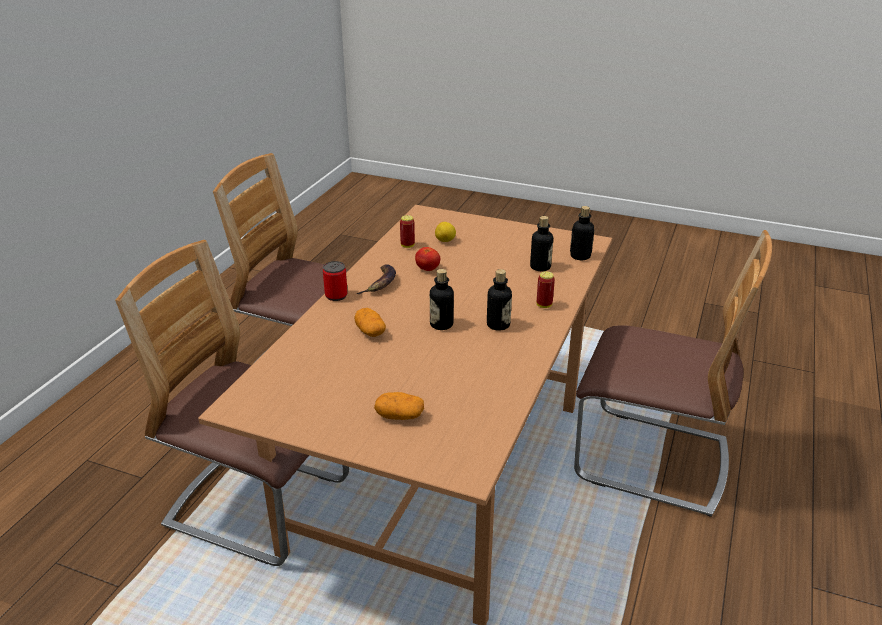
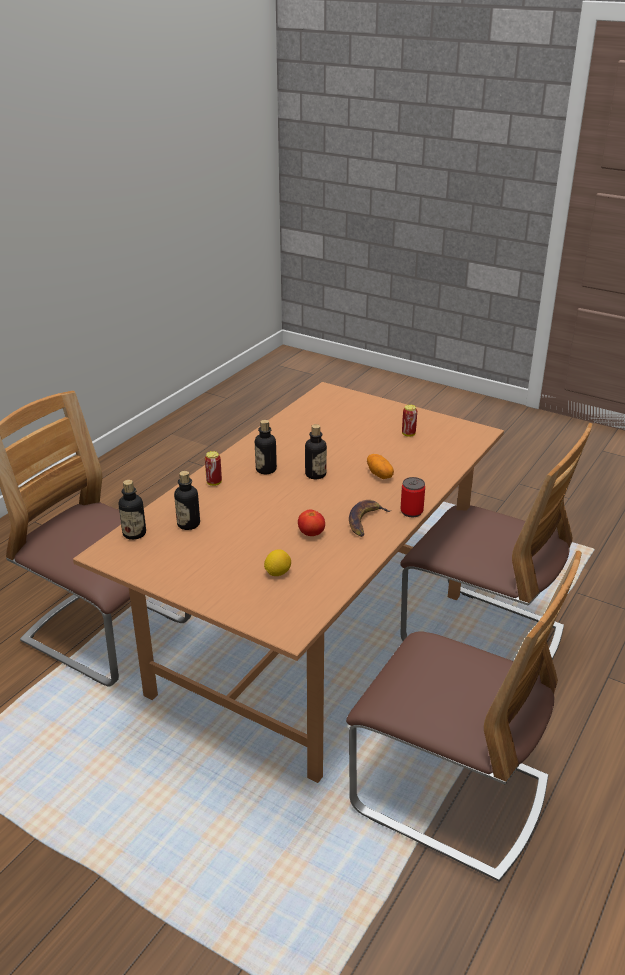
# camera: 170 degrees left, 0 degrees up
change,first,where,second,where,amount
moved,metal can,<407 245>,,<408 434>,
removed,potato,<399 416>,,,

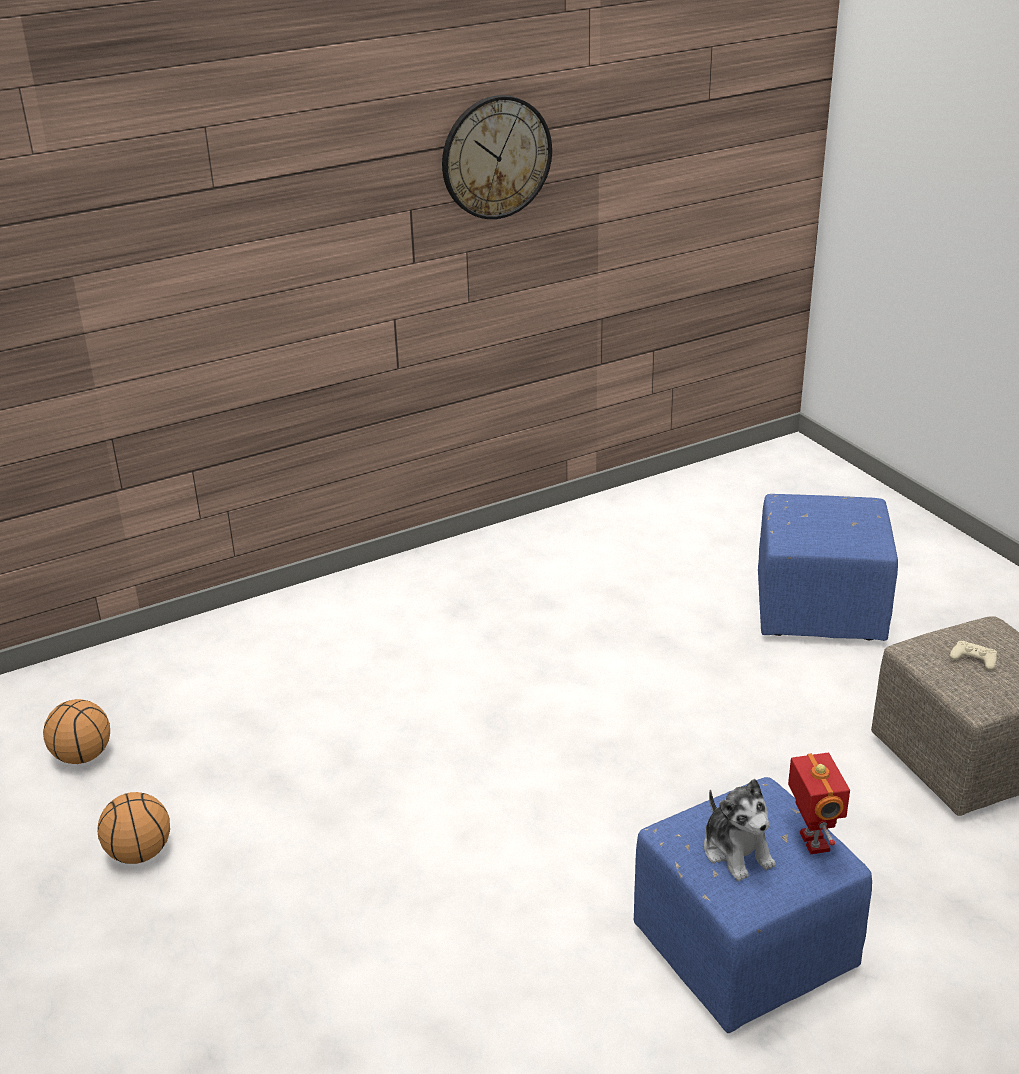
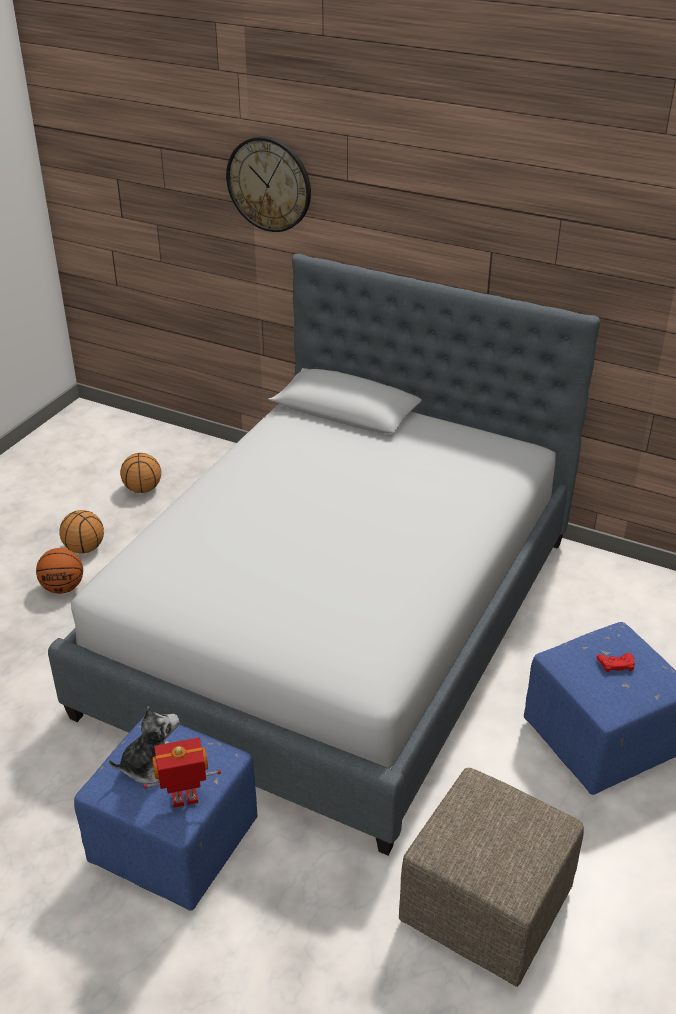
# camera: 55 degrees right, 5 degrees up
change,first,where,second,where,amount
added,,,basketball ball,<63 587>,
added,,,bed,<338 622>,
turned,plush toy,<737 851>,,<150 765>,150 degrees counterclockwise
turned,model robot,<812 842>,,<185 800>,150 degrees counterclockwise
moved,hanging clock,<496 157>,,<269 184>,
added,,,joypad (red-coloured),<616 664>,
removed,joypad (beige-coloured),<974 659>,,,

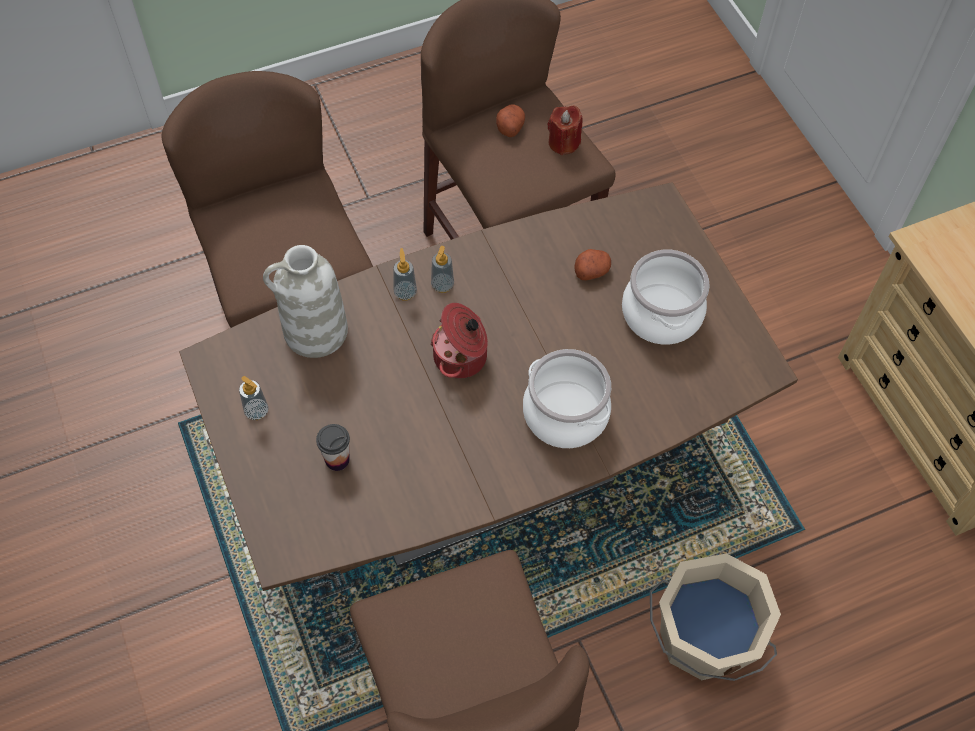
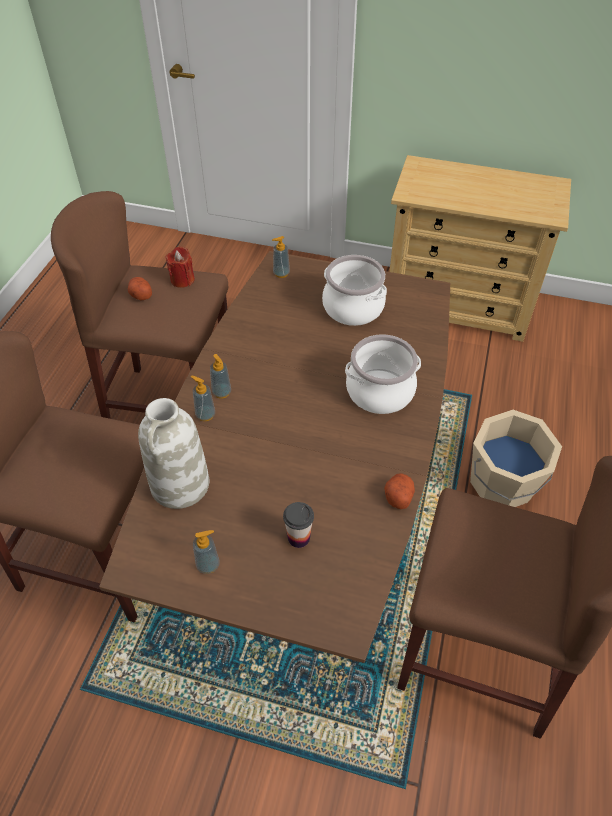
# camera: 50 degrees left, 10 degrees down
change,first,where,second,where,amount
added,,,soap dispenser,<281 273>,
moved,potato,<591 270>,,<398 496>,
removed,saucepot,<462 357>,,,

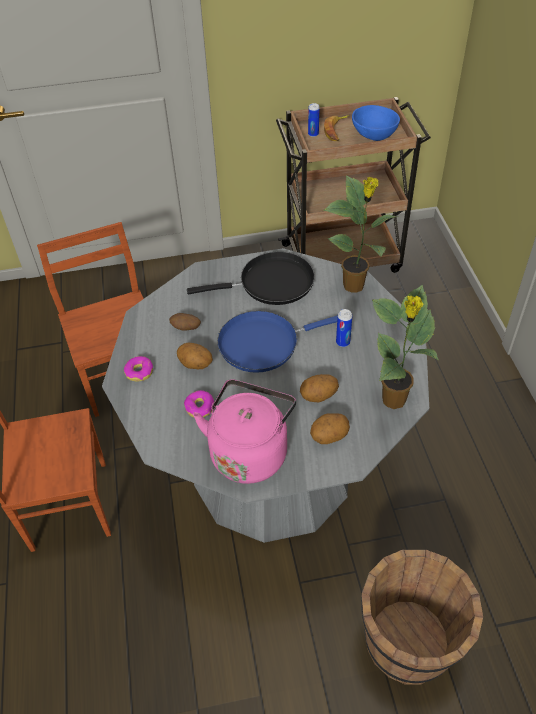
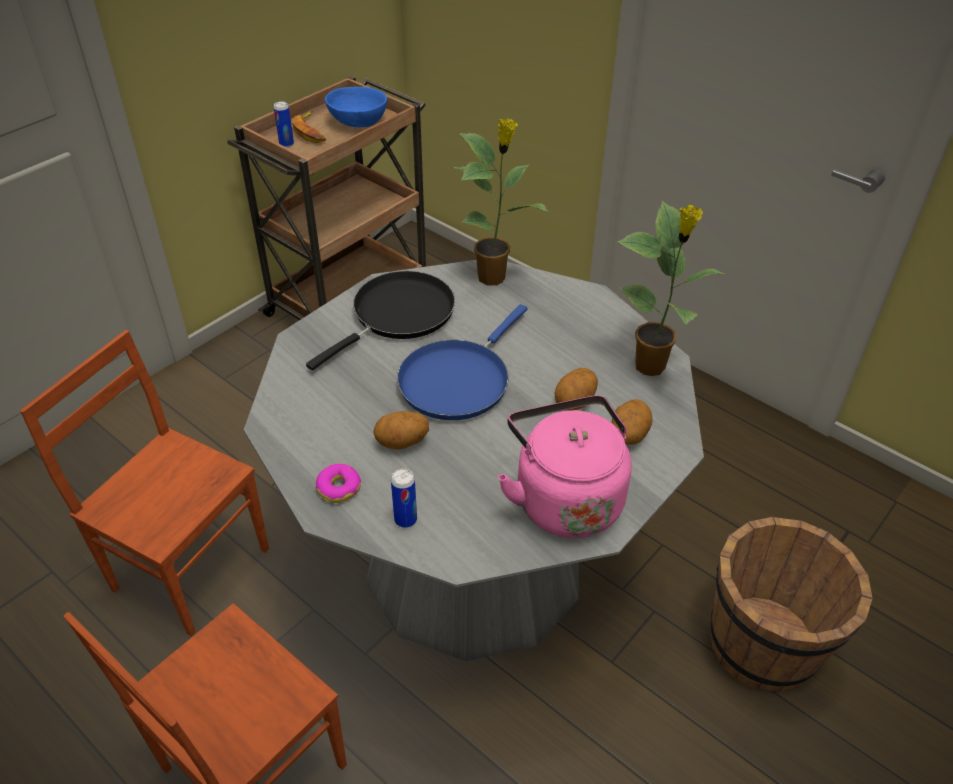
# camera: 40 degrees left, 5 degrees down
change,first,where,second,where,amount
moved,metal can,<343 342>,,<405 520>,
removed,potato,<186 328>,,,
removed,doughnut,<200 407>,,,

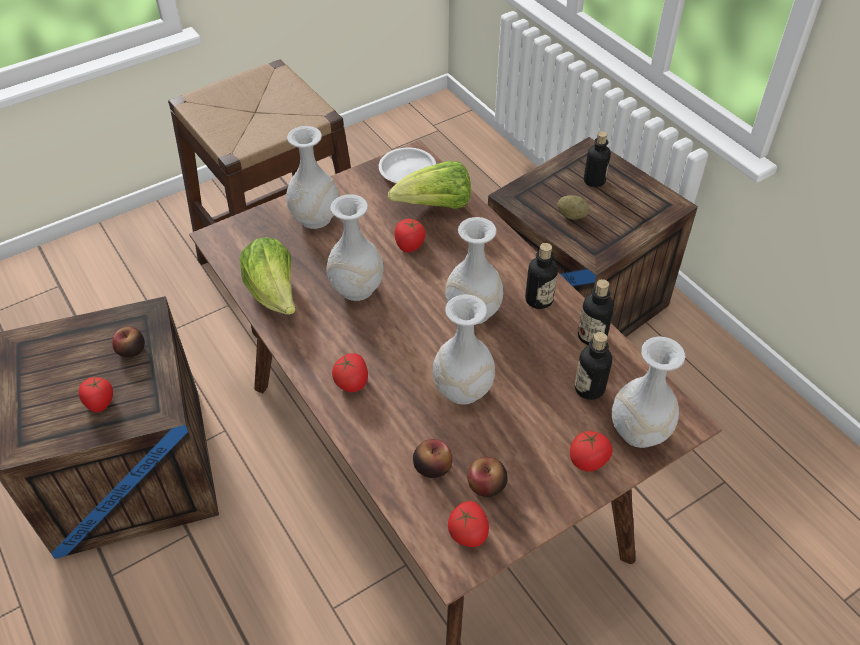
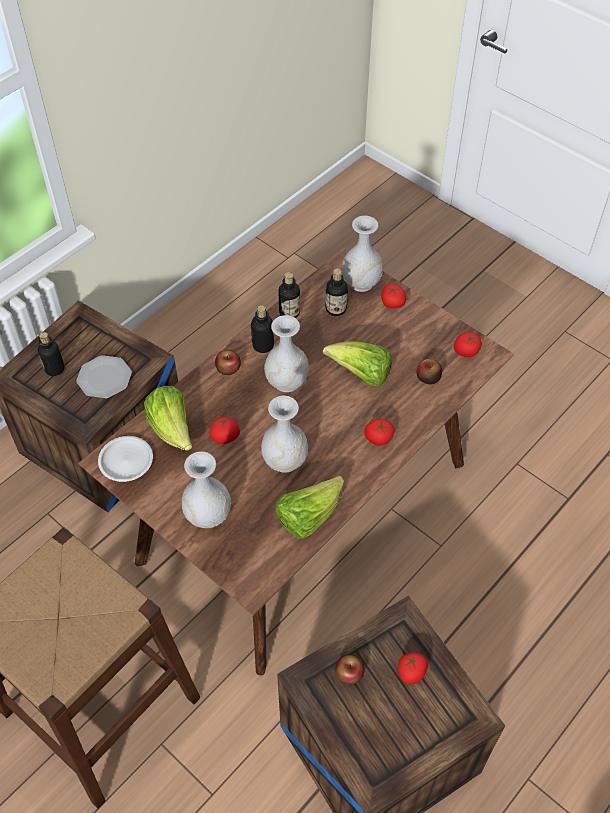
# camera: 105 degrees left, 5 degrees up
change,first,where,second,where,amount
replaced,potato,<571 216>,dinner plate,<105 379>,
moved,apple,<486 485>,,<228 368>,
replaced,vase (whitish),<462 389>,lettuce head,<361 374>,

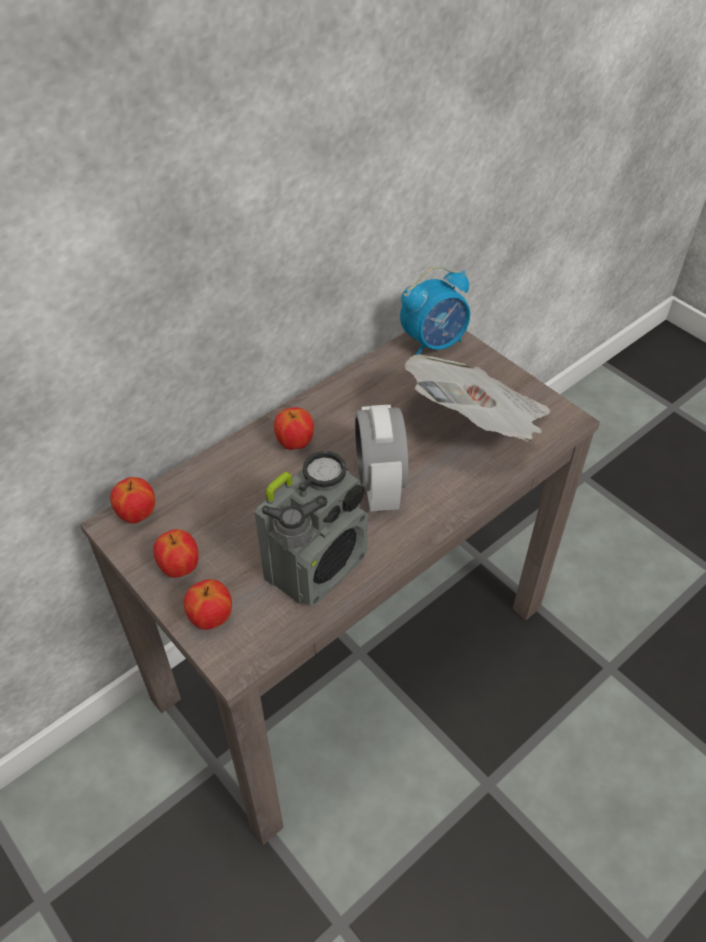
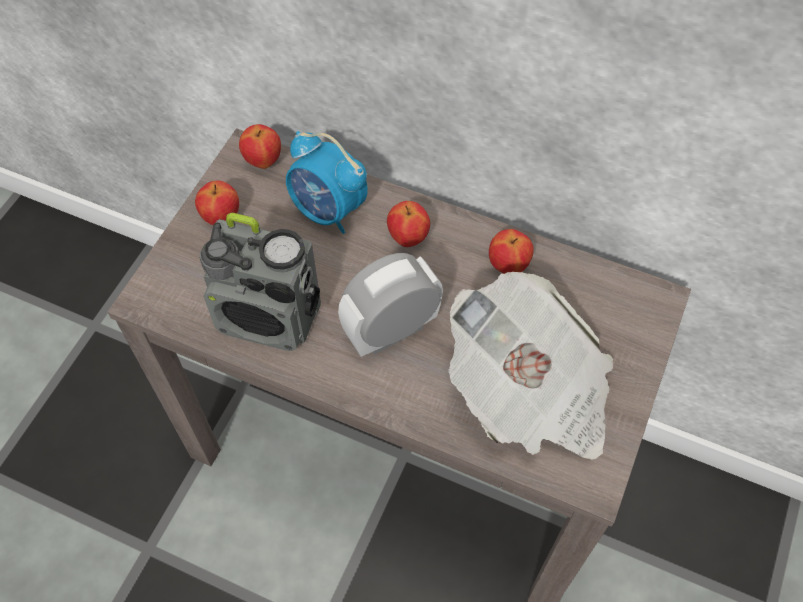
# camera: 65 degrees right, 10 degrees up
change,first,where,second,where,amount
moved,alarm clock,<434 343>,,<328 210>,
moved,apple,<211 618>,,<508 266>,

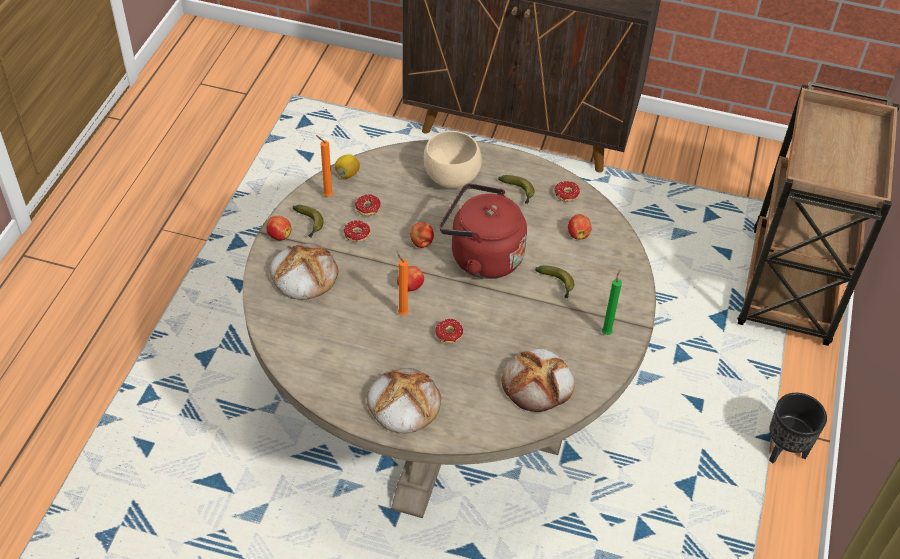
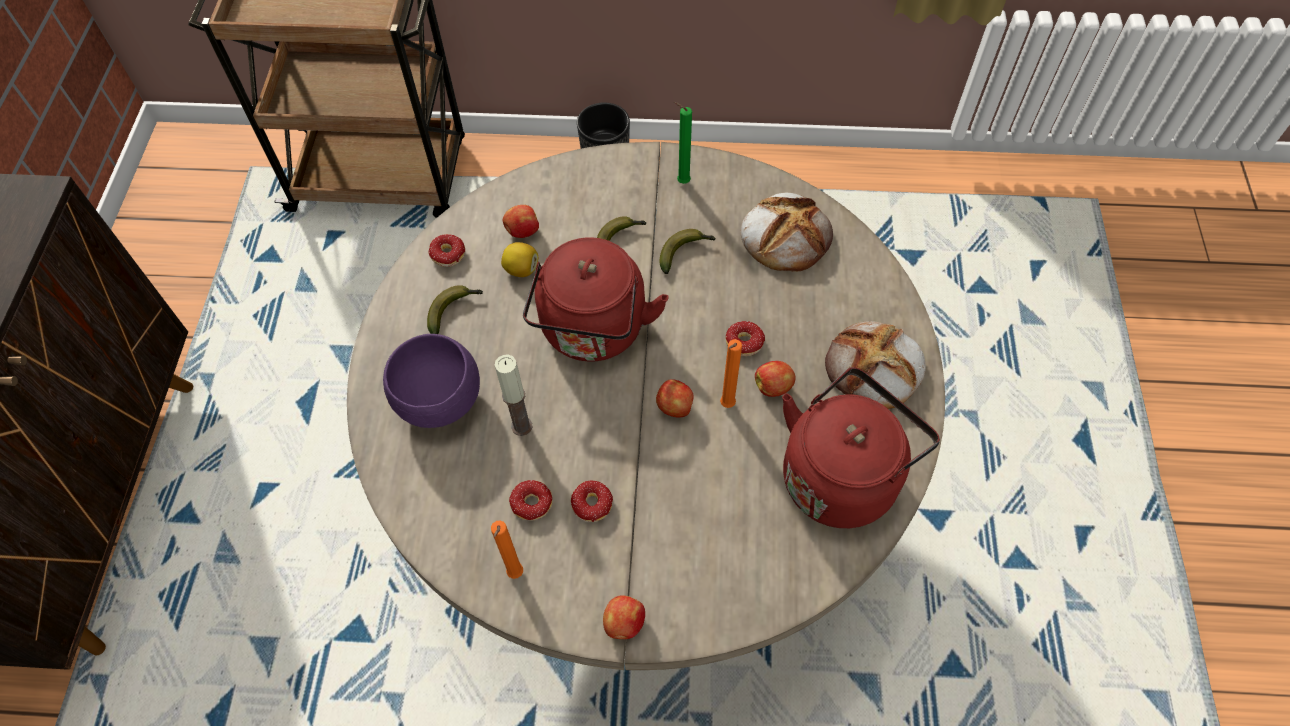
# camera: 100 degrees left, 10 degrees up
change,first,where,second,where,amount
recoloured,serving bowl (beige-coloured),<451 179>,serving bowl (purple-coloured),<442 402>,
added,,,candle,<521 426>,
moved,lemon,<347 174>,,<521 269>,
moved,whole banana,<309 224>,,<685 252>,
moved,apple,<421 243>,,<773 387>,
added,,,kettle (red-coloured),<842 475>,
removed,baked bread,<303 274>,,,

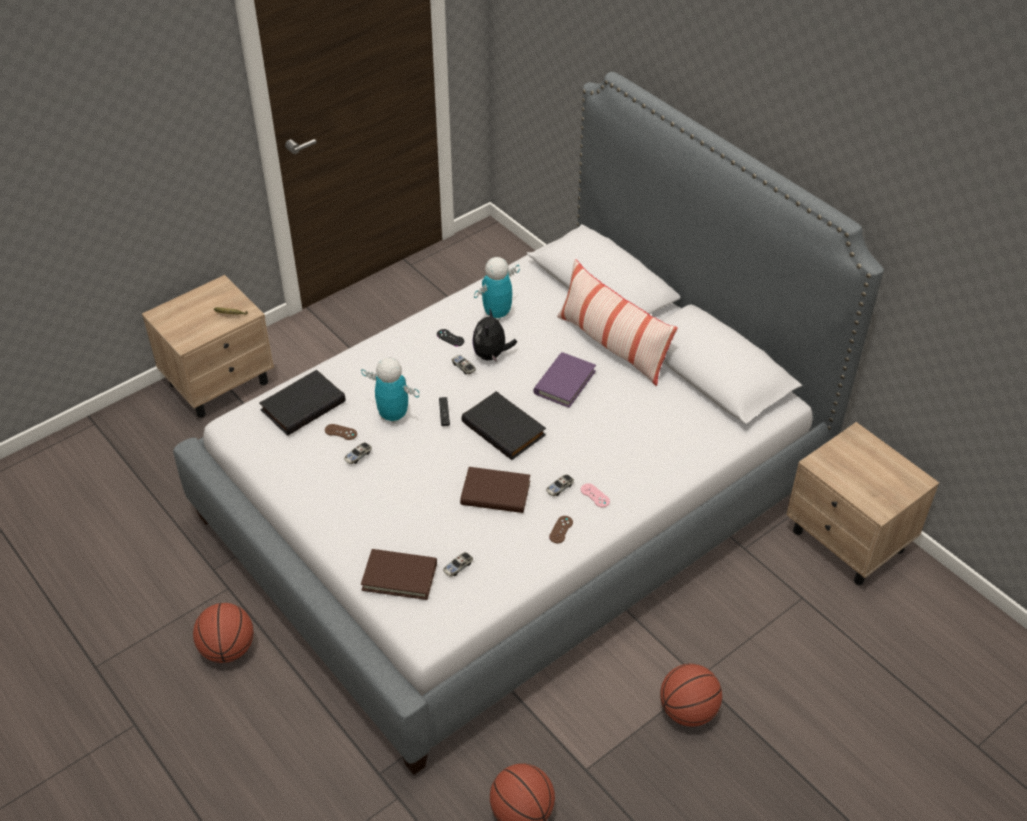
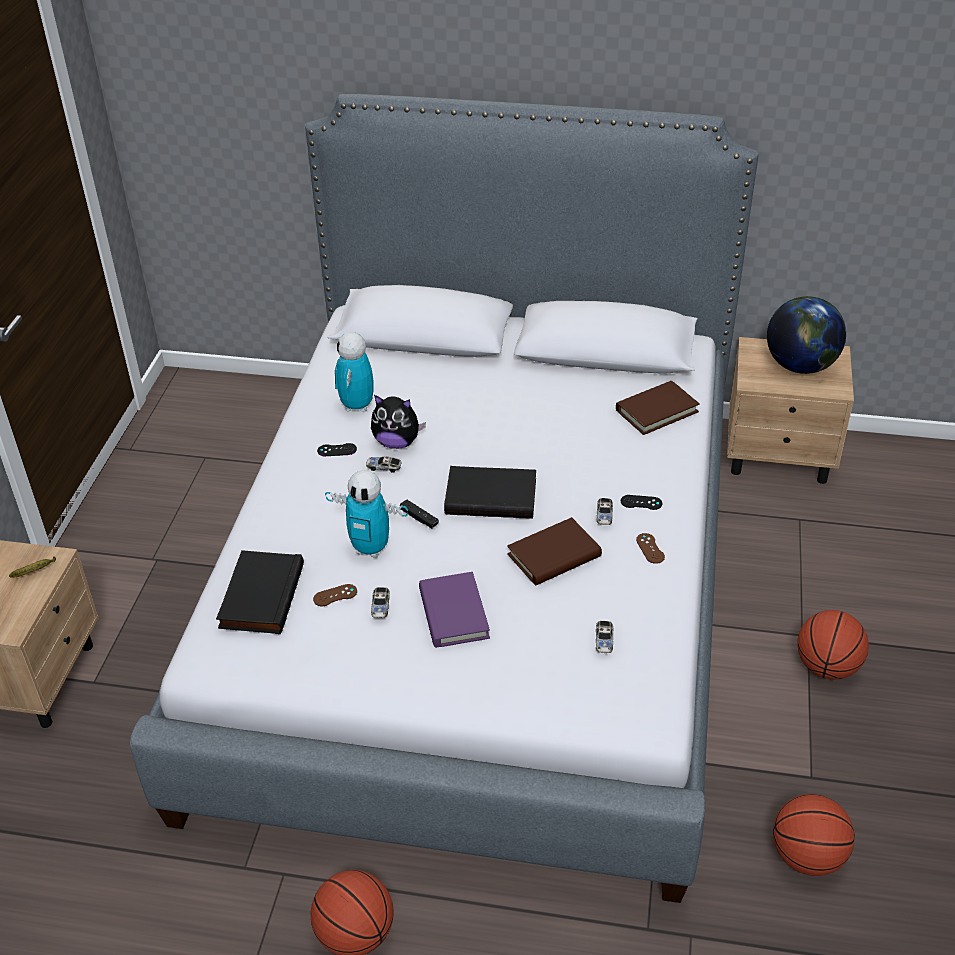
# camera: 40 degrees left, 5 degrees down
change,first,where,second,where,amount
turned,model robot,<393 416>,,<370 548>,150 degrees counterclockwise
turned,plush toy,<491 355>,,<397 442>,45 degrees counterclockwise
moved,bound book (purple-coloured),<564 382>,,<453 613>,
moved,bound book (brownish),<399 576>,,<656 411>,
recoloured,joypad (pink-coloured),<595 495>,joypad (black-coloured),<641 502>,
added,,,world globe,<800 365>,
removed,cushion,<612 345>,,,

